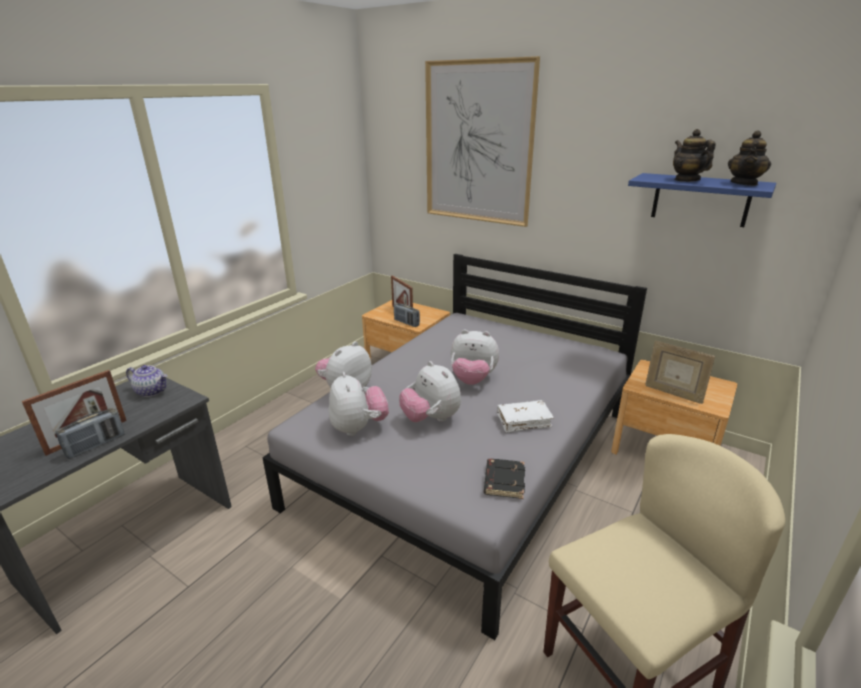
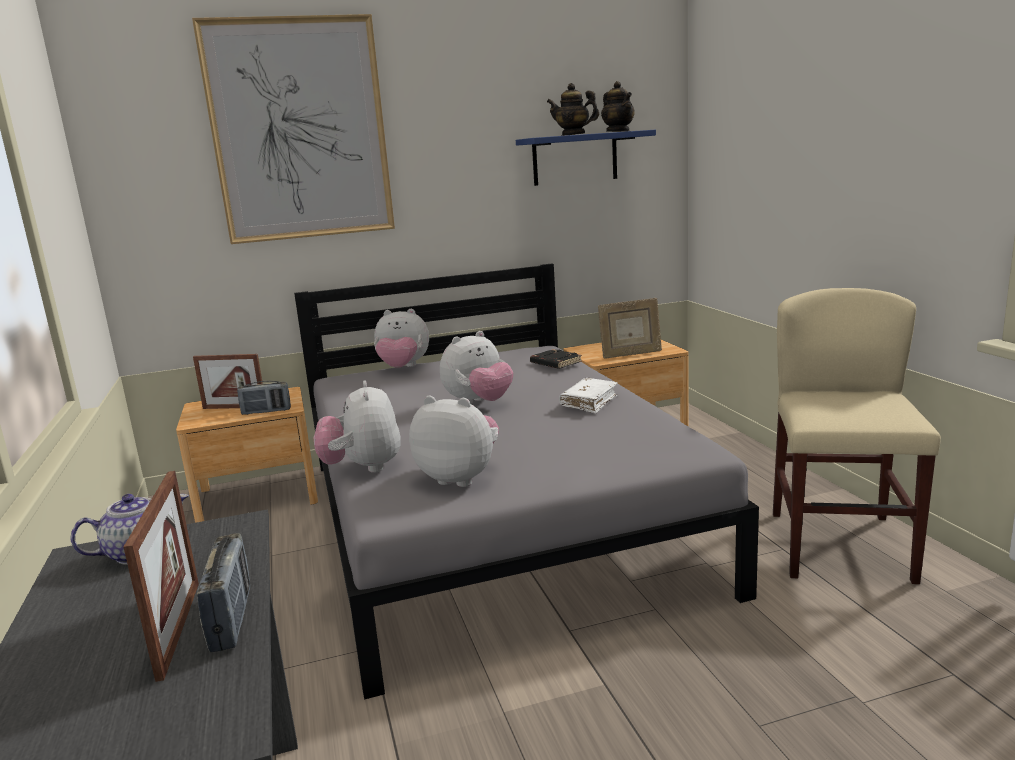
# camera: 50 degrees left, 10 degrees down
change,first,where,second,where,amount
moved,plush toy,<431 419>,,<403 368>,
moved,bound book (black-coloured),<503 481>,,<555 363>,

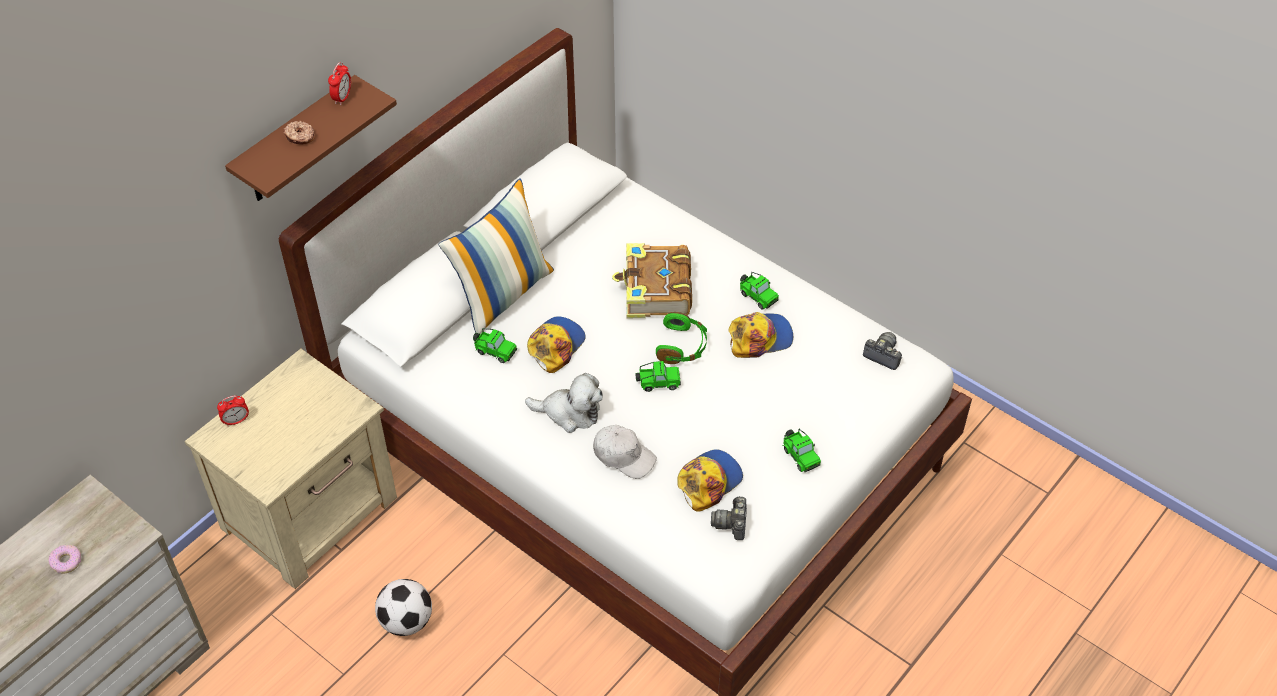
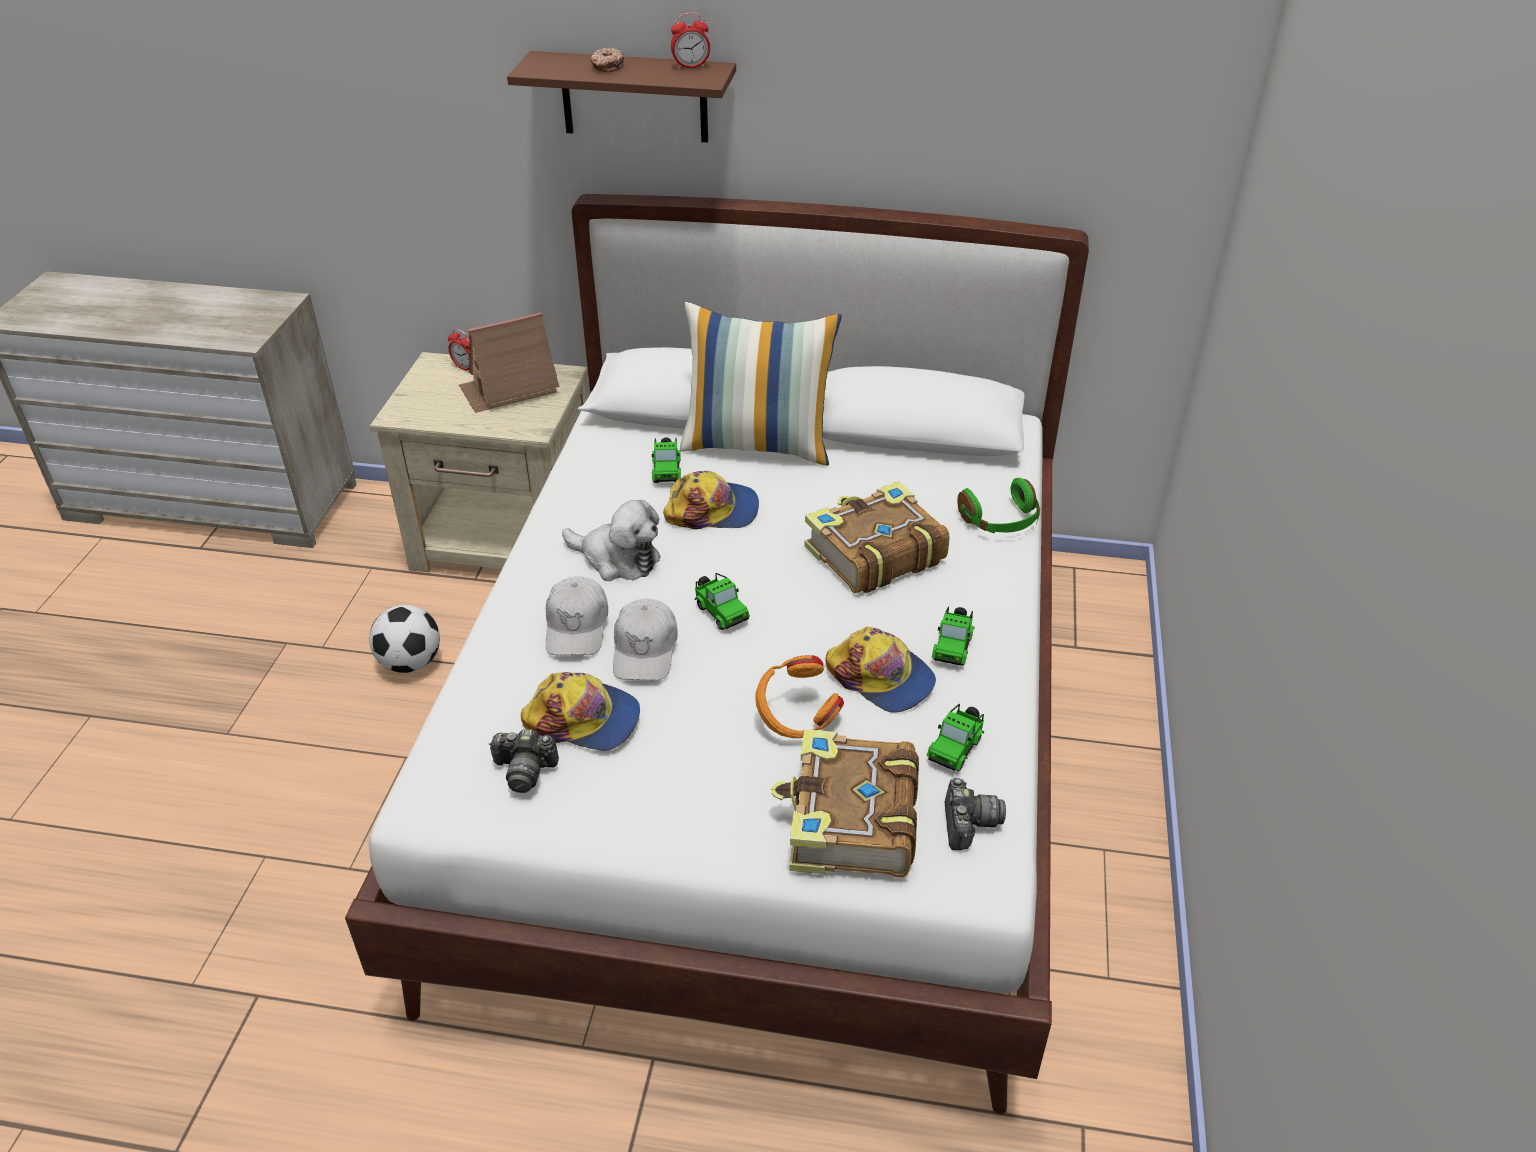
# camera: 60 degrees right, 10 degrees down
change,first,where,second,where,amount
added,,,miniature house,<509 388>,
turned,photo camera,<731 523>,,<525 770>,150 degrees counterclockwise
turned,plush toy,<569 412>,,<617 559>,45 degrees counterclockwise
added,,,baseball cap (whitish),<645 650>,
added,,,pair of headphones (orange),<796 719>,
added,,,bound book,<849 822>,
moved,toy car,<799 456>,,<956 748>,
moved,pair of headphones (green-coloured),<682 346>,,<1000 521>,
removed,doughnut,<66 561>,,,

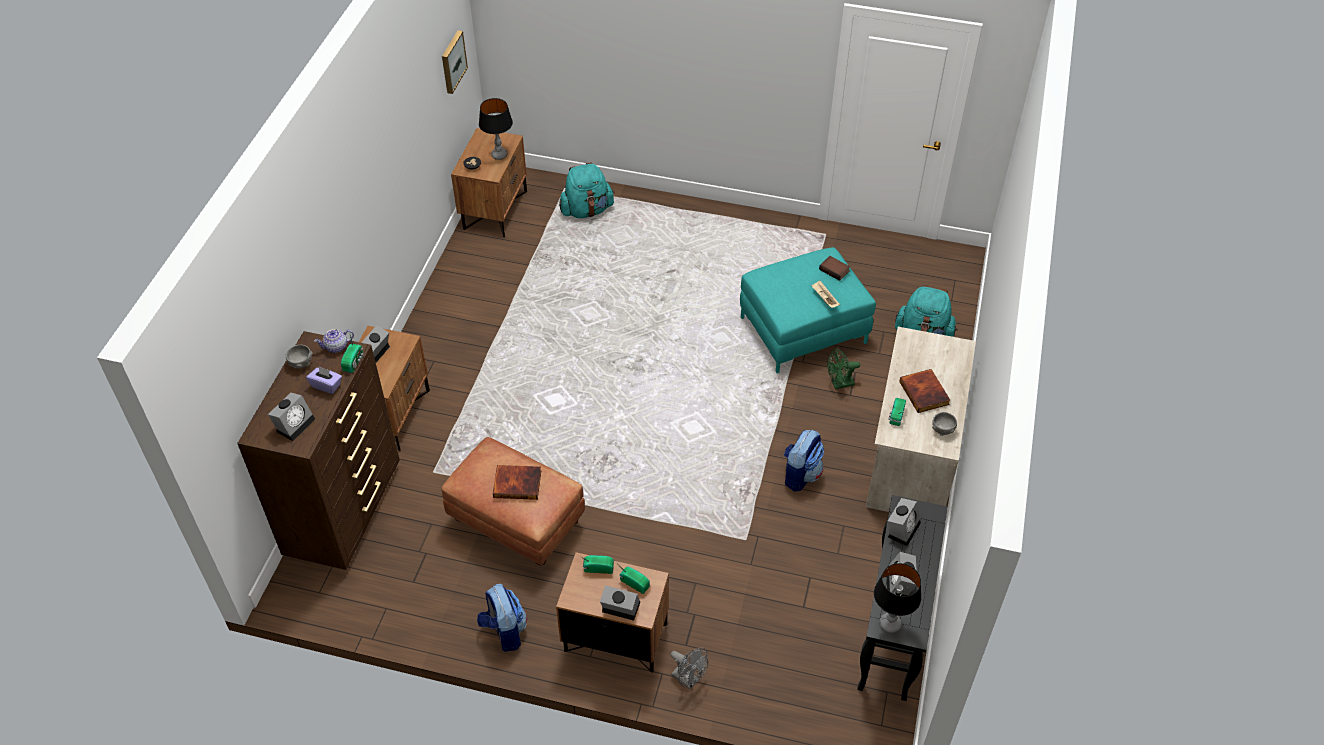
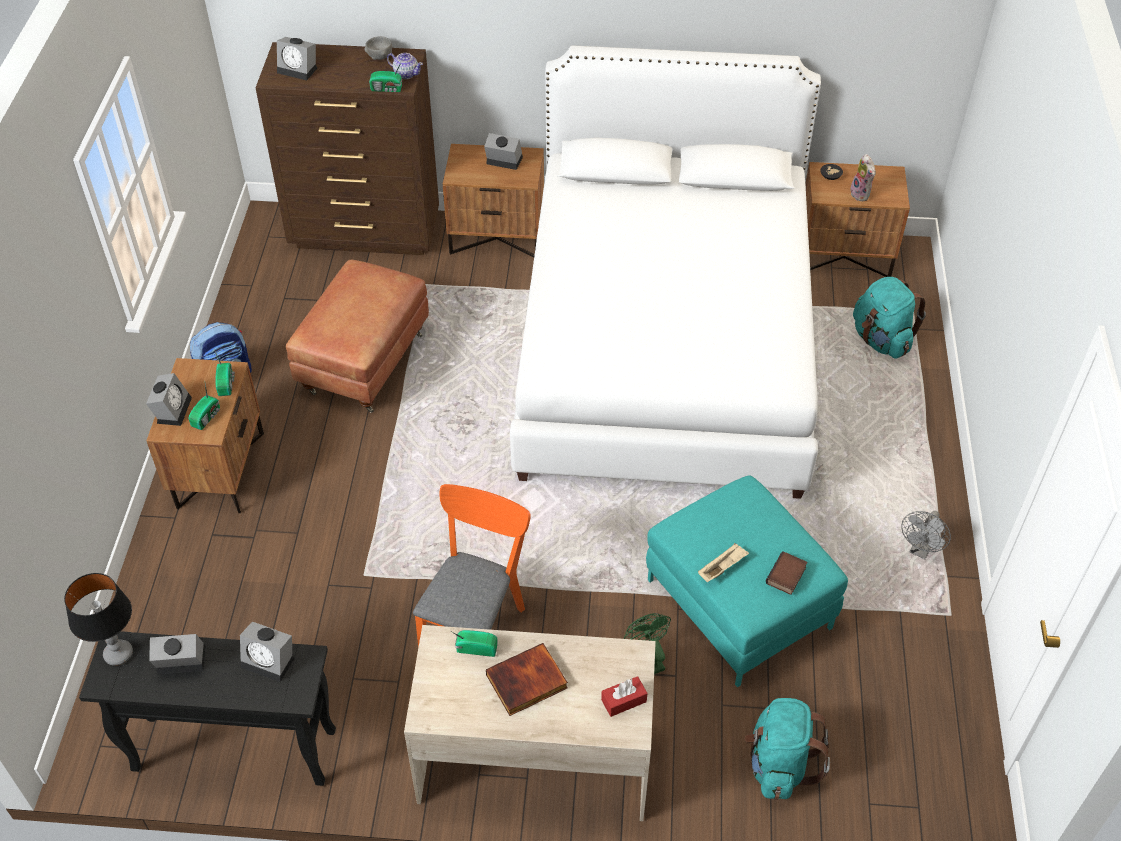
# camera: 80 degrees right, 0 degrees up
change,first,where,second,where,amount
turned,teapot,<336 347>,,<406 74>,150 degrees clockwise
replaced,knapsack,<800 474>,chair (orange),<476 624>,
added,,,bed (whitish),<664 348>,
added,,,tissue box (red-coloured),<623 700>,
replaced,tabletop lamp,<499 155>,plush toy,<861 194>,
moved,fan (gray),<688 679>,,<920 550>,
removed,tissue box (purple-coloured),<326 385>,,,
removed,wall art,<452 61>,,,
removed,bound book,<518 483>,,,
removed,serving bowl (gray),<943 429>,,,

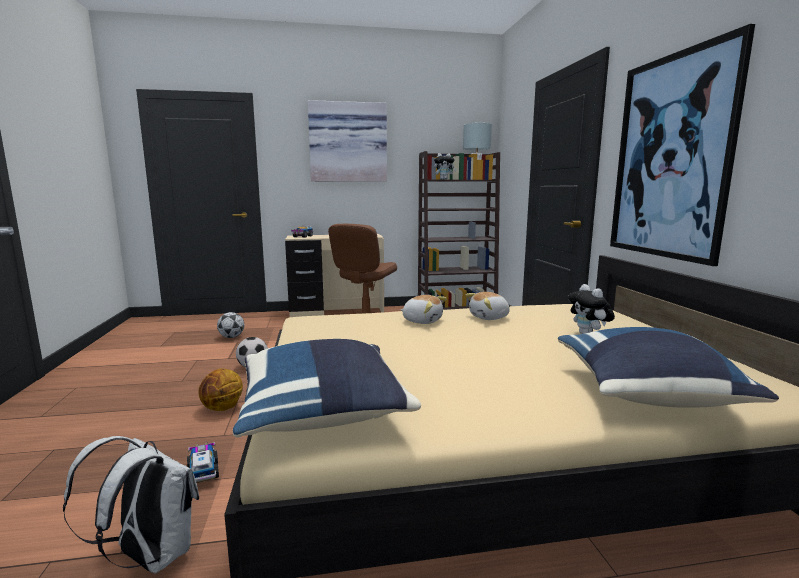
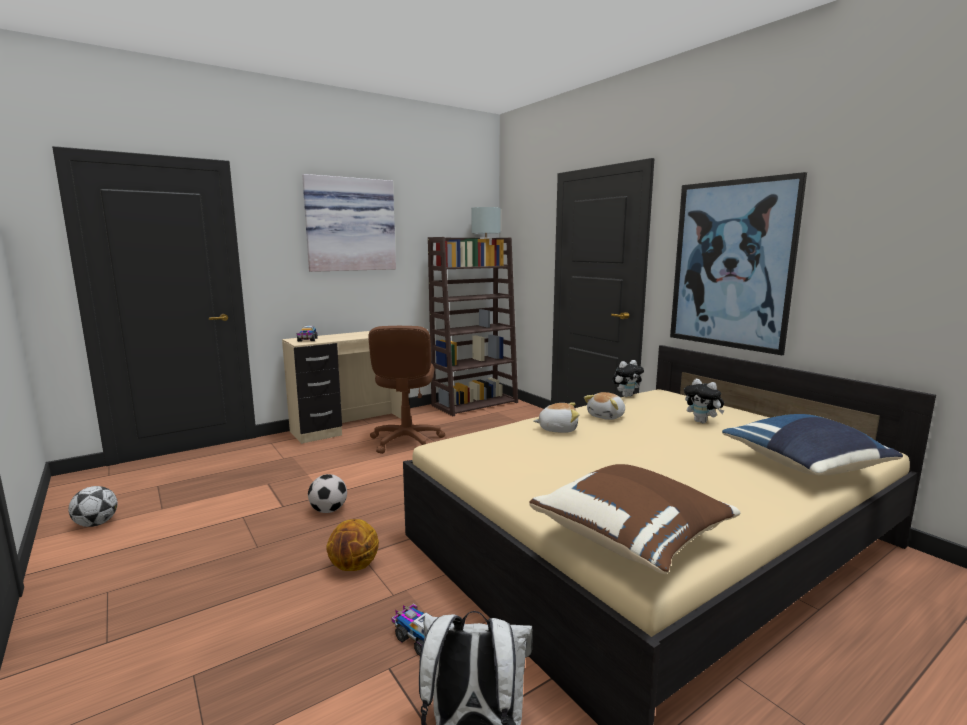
# camera: 25 degrees left, 0 degrees up
change,first,where,second,where,amount
moved,ball for football,<231 337>,,<96 524>,
recoloured,cushion (blue),<324 413>,cushion (brownish),<632 538>,
moved,plush toy,<444 179>,,<626 395>,

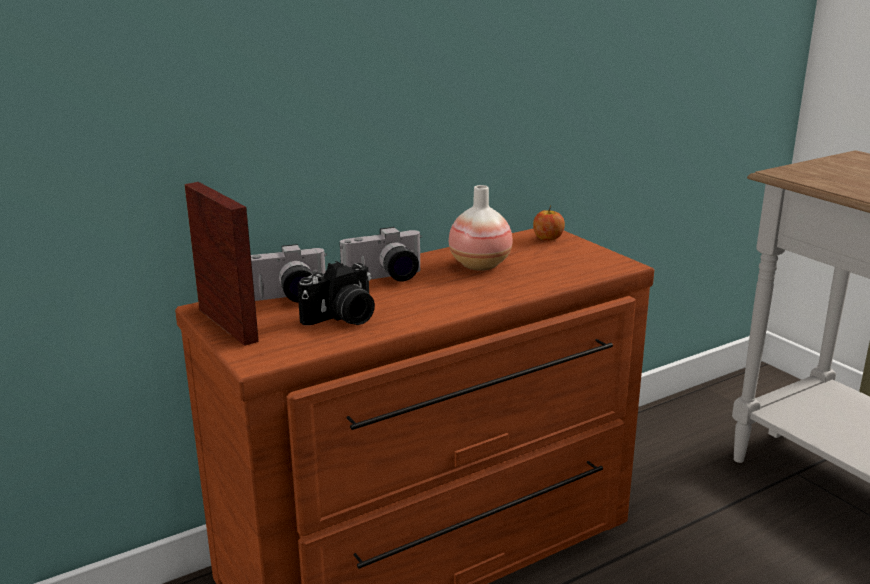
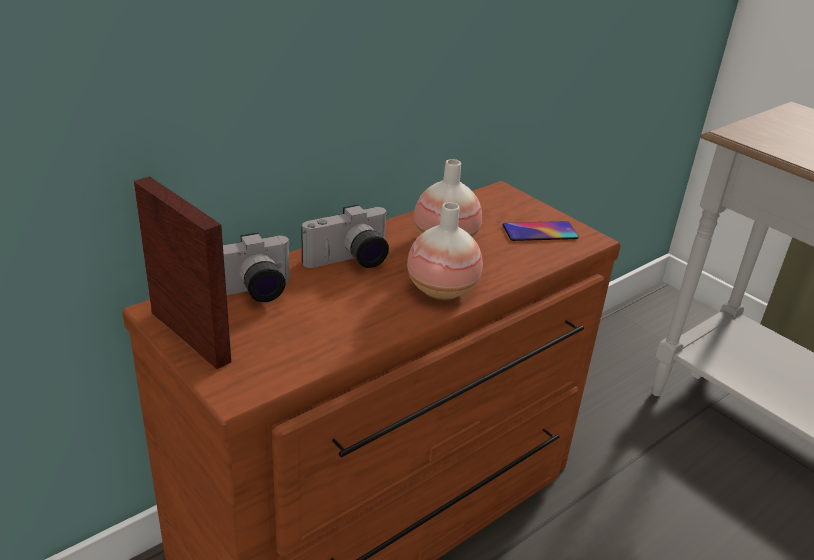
# camera: 10 degrees left, 10 degrees up
change,first,where,second,where,amount
added,,,vase,<442 290>,
added,,,phone,<540 232>,
removed,photo camera,<343 318>,,,
removed,apple,<548 238>,,,

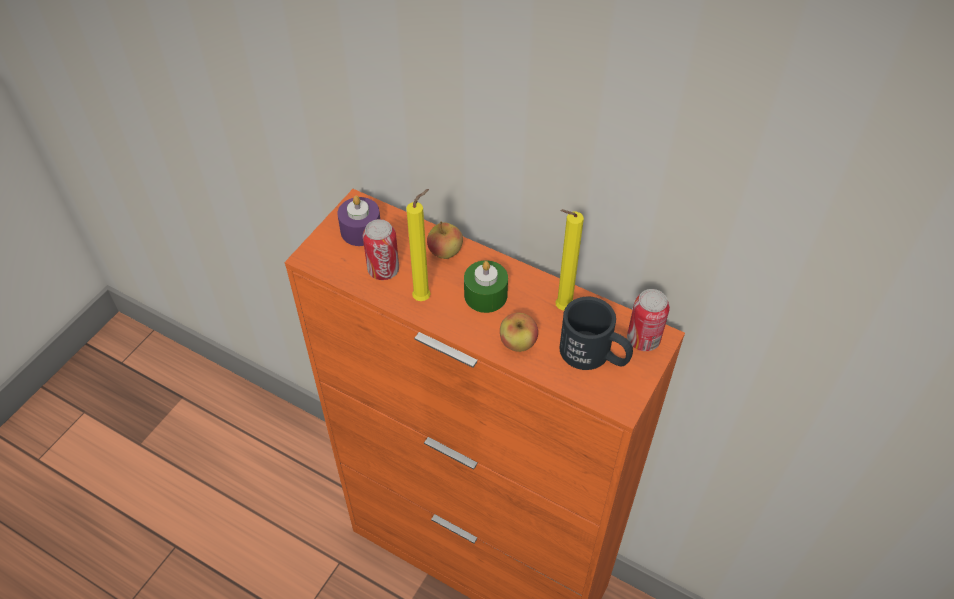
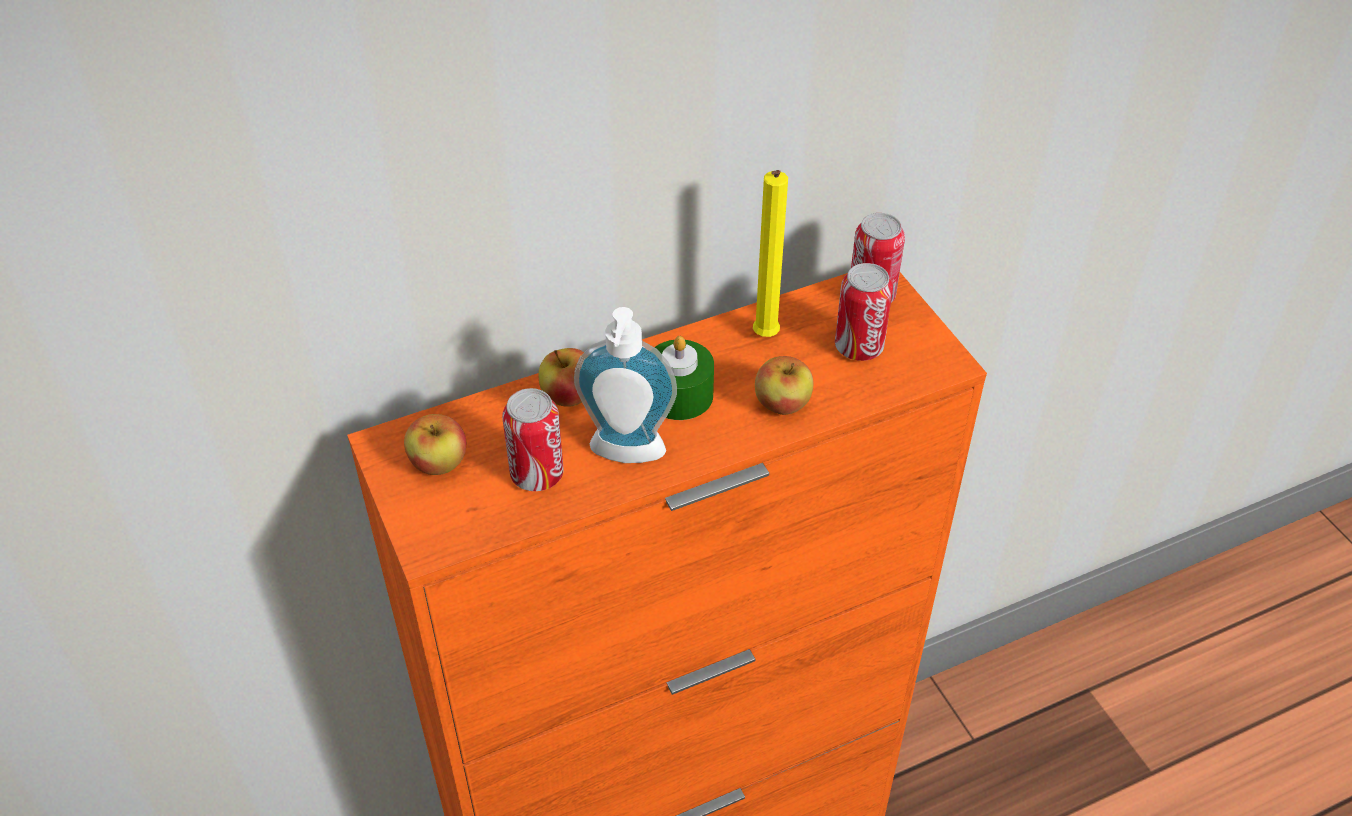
# camera: 55 degrees left, 5 degrees down
change,first,where,second,where,amount
replaced,candle (purple-coloured),<361 230>,apple,<439 463>,
replaced,candle (yellow),<424 297>,soap dispenser,<626 456>,
replaced,coffee mug (black-coloured),<594 355>,metal can,<858 347>,

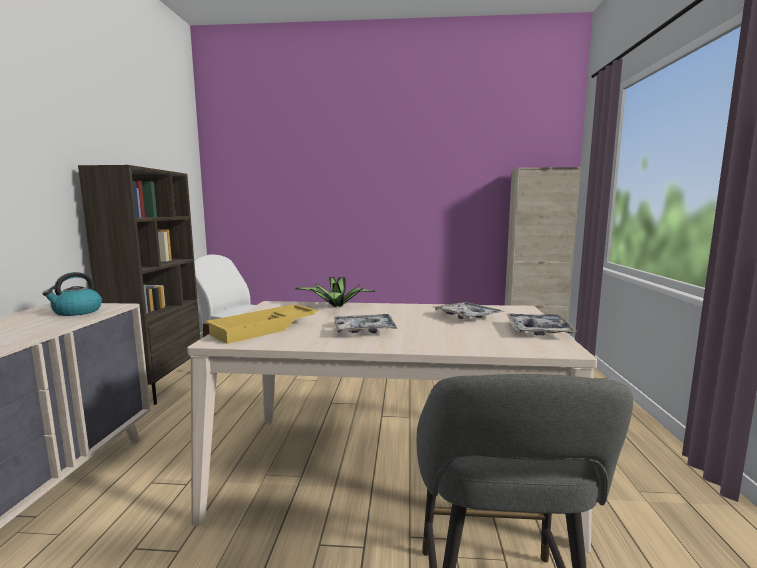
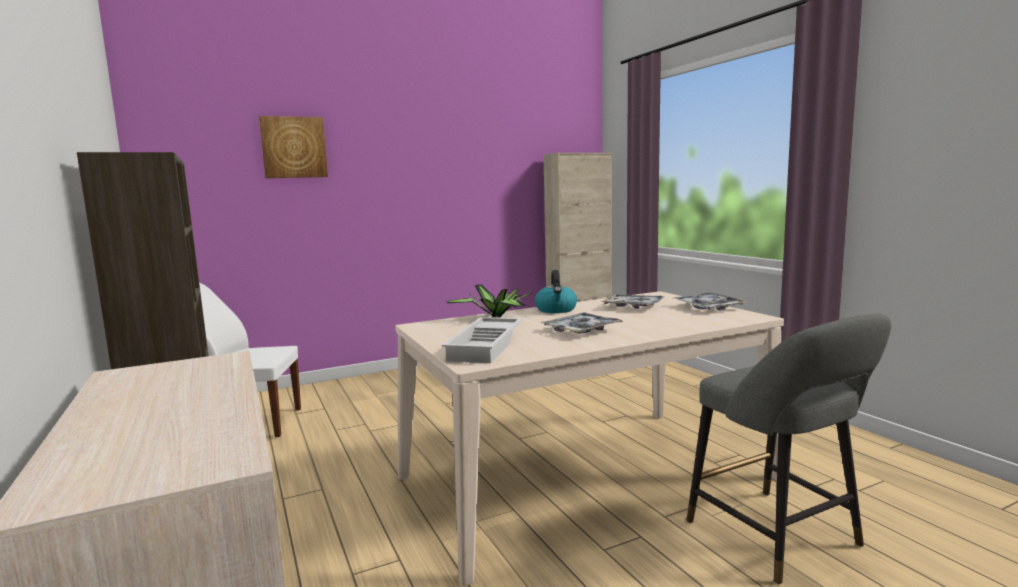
# camera: 30 degrees left, 0 degrees up
change,first,where,second,where,amount
added,,,wall art,<294 147>,
recoloured,serving tray (yellow),<264 329>,serving tray (whitish),<487 346>,
moved,kettle,<77 312>,,<556 310>,

